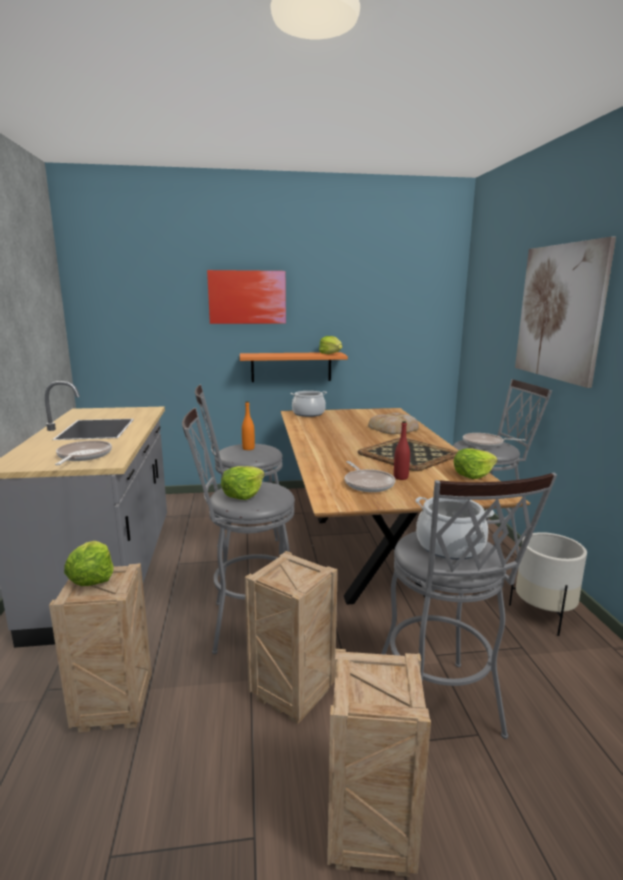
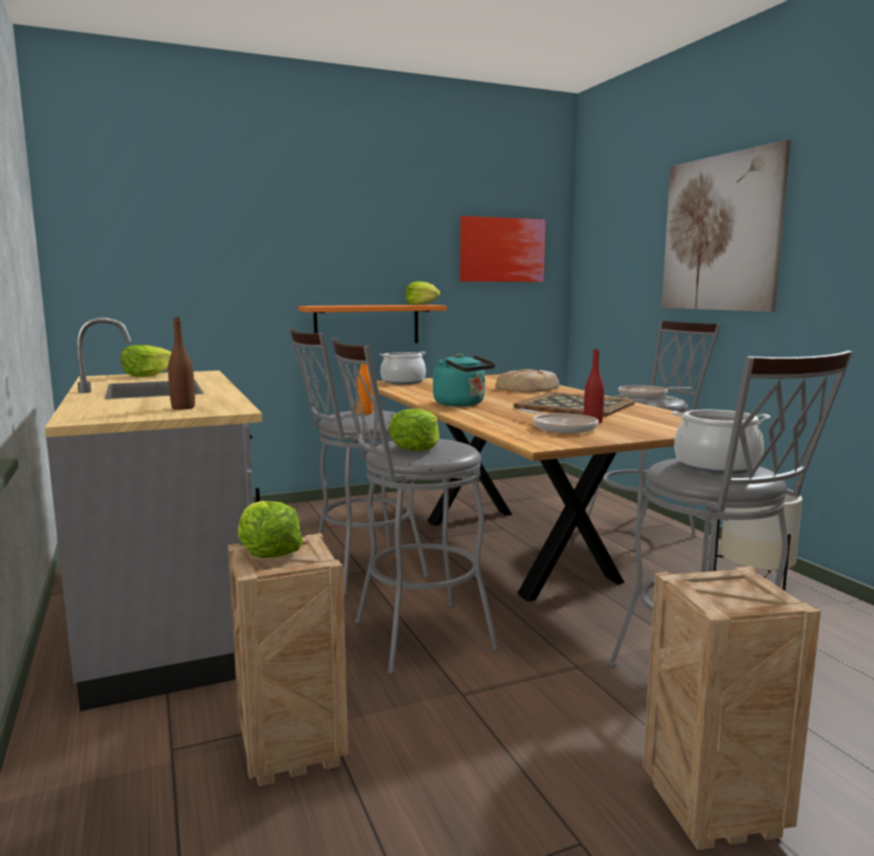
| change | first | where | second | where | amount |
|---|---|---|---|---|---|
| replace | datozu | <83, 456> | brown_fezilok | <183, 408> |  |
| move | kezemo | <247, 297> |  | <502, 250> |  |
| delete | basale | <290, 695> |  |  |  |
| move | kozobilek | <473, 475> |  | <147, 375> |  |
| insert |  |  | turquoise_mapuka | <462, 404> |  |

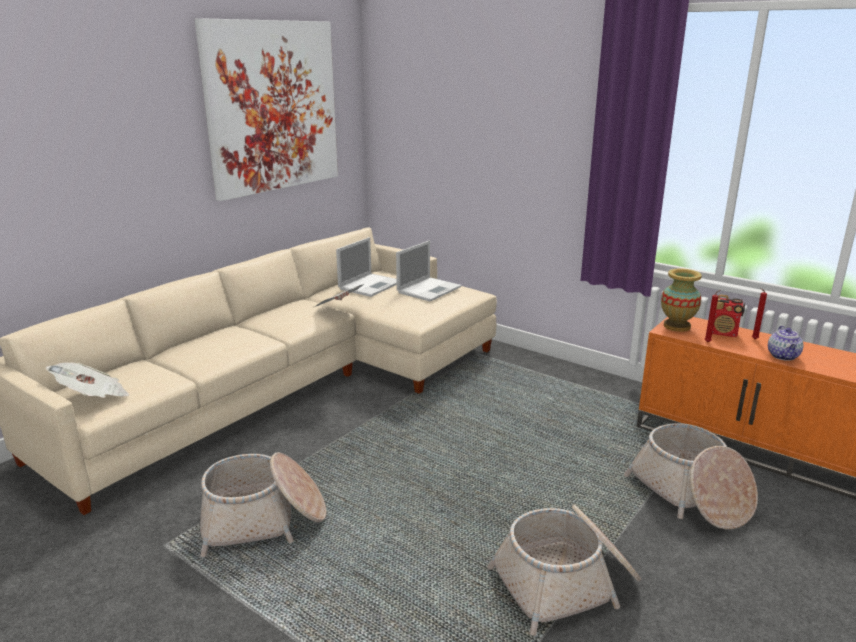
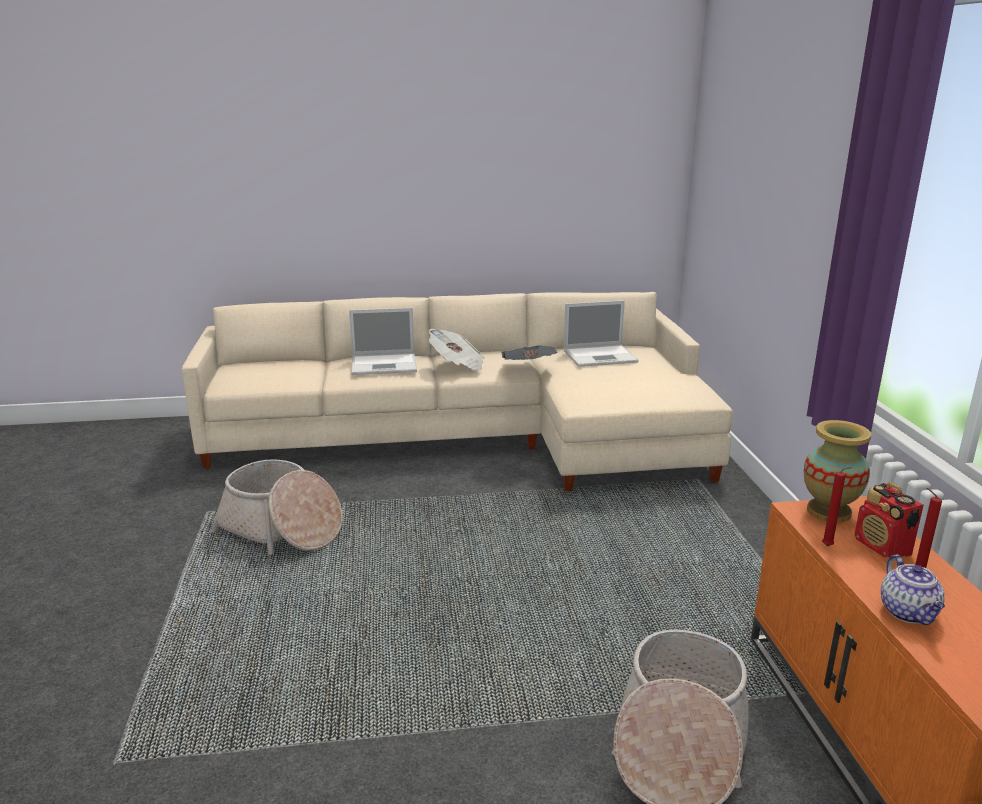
| change | first | where | second | where | amount |
|---|---|---|---|---|---|
| move | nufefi | <93, 397> |  | <458, 365> |  |
| delete | kezemo | <272, 107> |  |  |  |
| move | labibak | <429, 289> |  | <385, 364> |  |
| delete | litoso | <566, 583> |  |  |  |
| rotate | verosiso | <783, 356> |  | <909, 613> | 60 degrees counterclockwise |

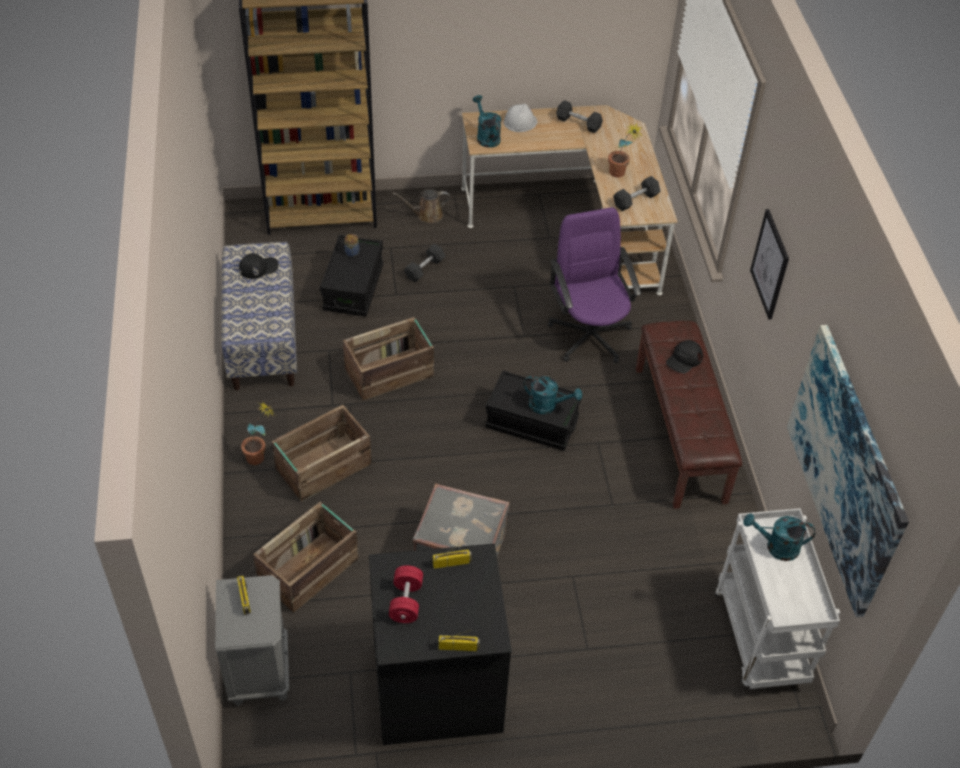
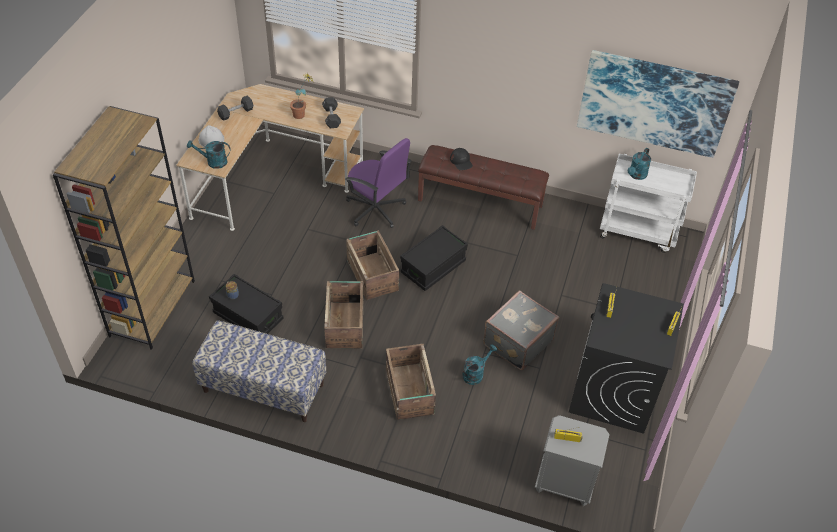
| change | first | where | second | where | amount |
|---|---|---|---|---|---|
| delete | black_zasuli | <258, 268> |  |  |  |
| delete | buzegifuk | <261, 456> |  |  |  |
| move | basale | <310, 569> |  | <372, 274> |  |
| delete | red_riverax | <406, 601> |  |  |  |
| delete | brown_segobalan | <427, 215> |  |  |  |
| delete | black_riverax | <424, 269> |  |  |  |
| move | turquoise_segobalan | <548, 405> |  | <475, 373> |  |
| rotate | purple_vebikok | <589, 335> |  | <376, 209> | 150 degrees counterclockwise |
| delete | kezemo | <770, 264> |  |  |  |

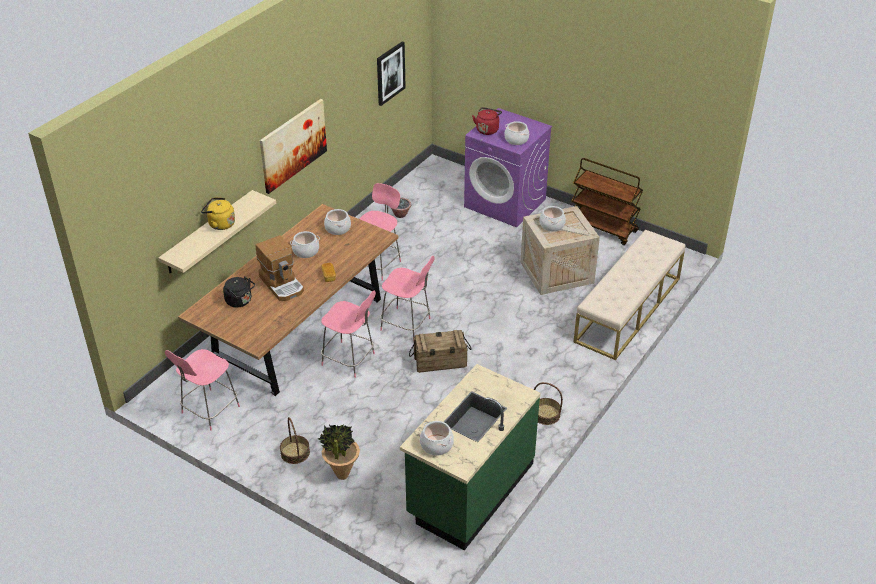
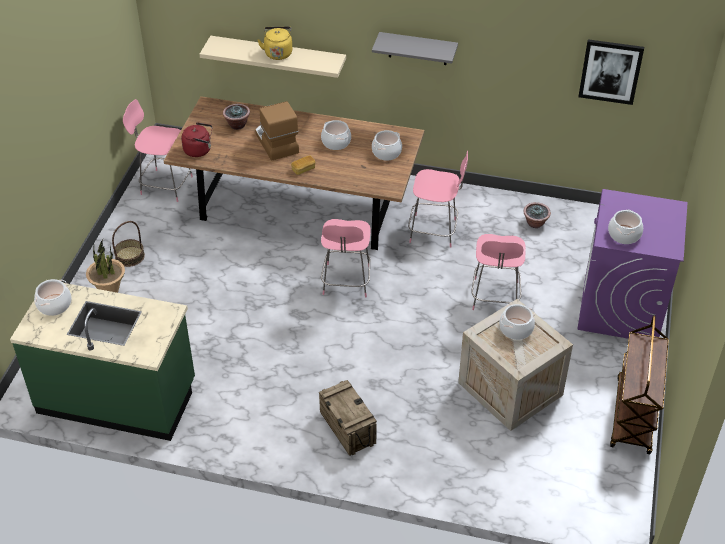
| change | first | where | second | where | amount |
|---|---|---|---|---|---|
| replace | black_mapuka | <240, 301> | buzegifuk | <237, 125> |  |
| rotate | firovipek | <282, 284> |  | <276, 143> | 120 degrees clockwise |
| replace | kezemo | <293, 145> | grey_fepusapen | <418, 48> |  |
| move | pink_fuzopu | <350, 360> |  | <495, 297> |  |
| move | basale | <440, 362> |  | <347, 428> |  |
| move | red_mapuka | <487, 129> |  | <199, 150> |  |
| delete | litoso | <546, 414> |  |  |  |
| delete | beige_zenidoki | <628, 310> |  |  |  |

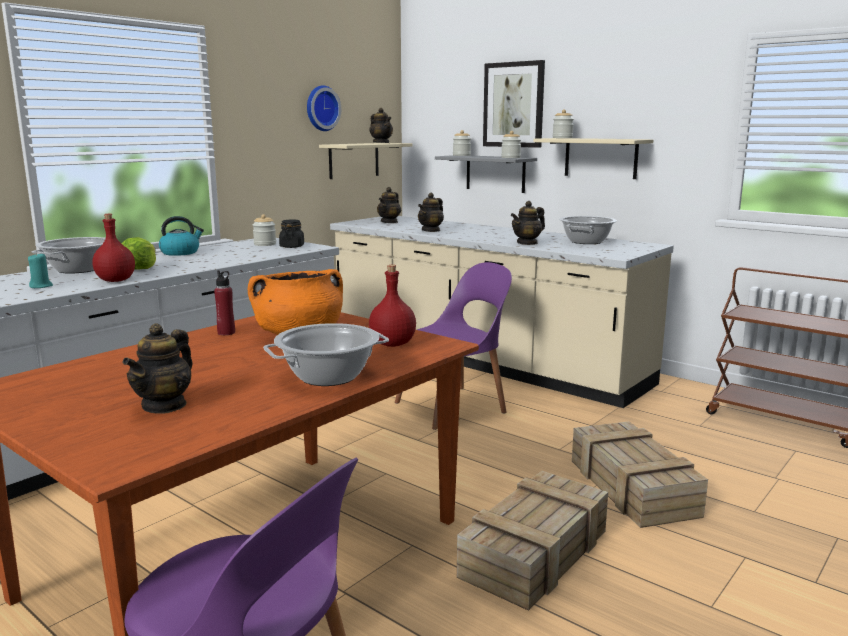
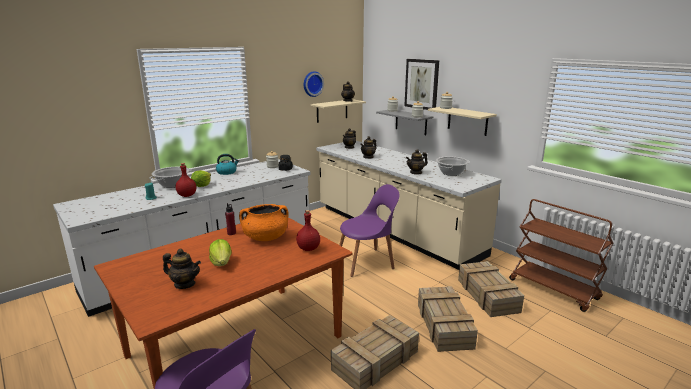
| change | first | where | second | where | amount |
|---|---|---|---|---|---|
| rotate | verosiso | <164, 405> |  | <184, 284> | 105 degrees counterclockwise |
| delete | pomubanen | <328, 377> |  |  |  |
| insert |  |  | kozobilek | <221, 263> |  |
| insert |  |  | basale | <488, 296> |  |

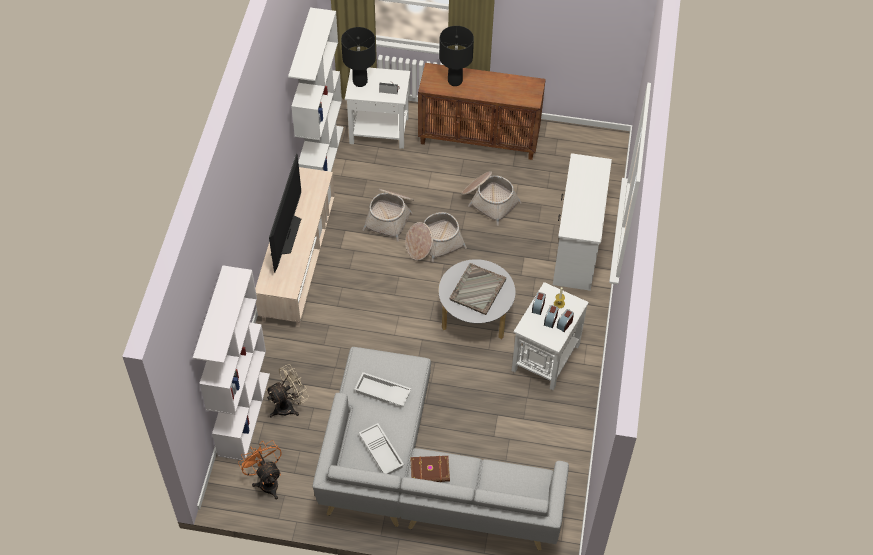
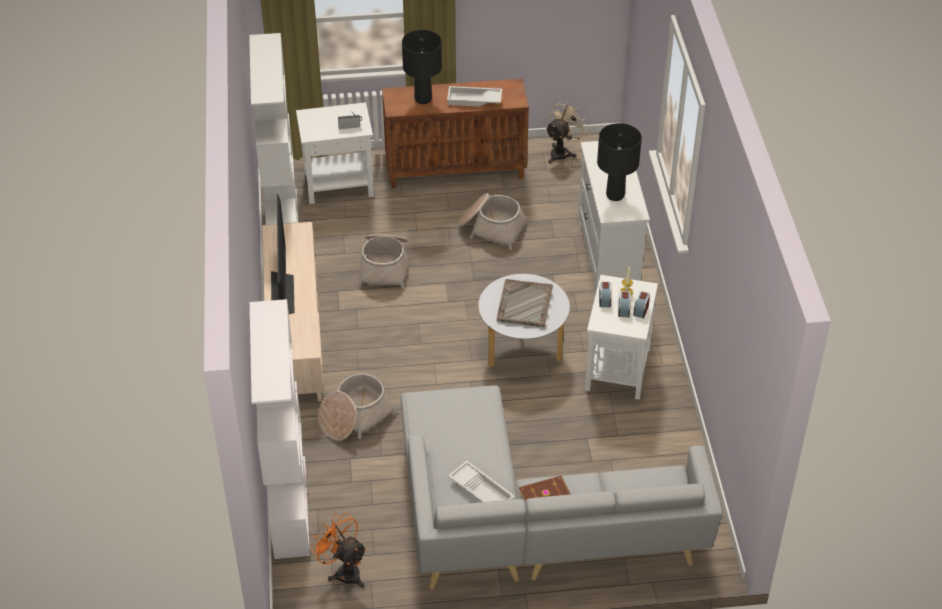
| change | first | where | second | where | amount |
|---|---|---|---|---|---|
| move | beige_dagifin | <289, 406> |  | <562, 152> |  |
| move | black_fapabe | <360, 81> |  | <615, 195> |  |
| move | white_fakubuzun | <382, 393> |  | <474, 100> |  |
| move | litoso | <434, 244> |  | <355, 417> |  |

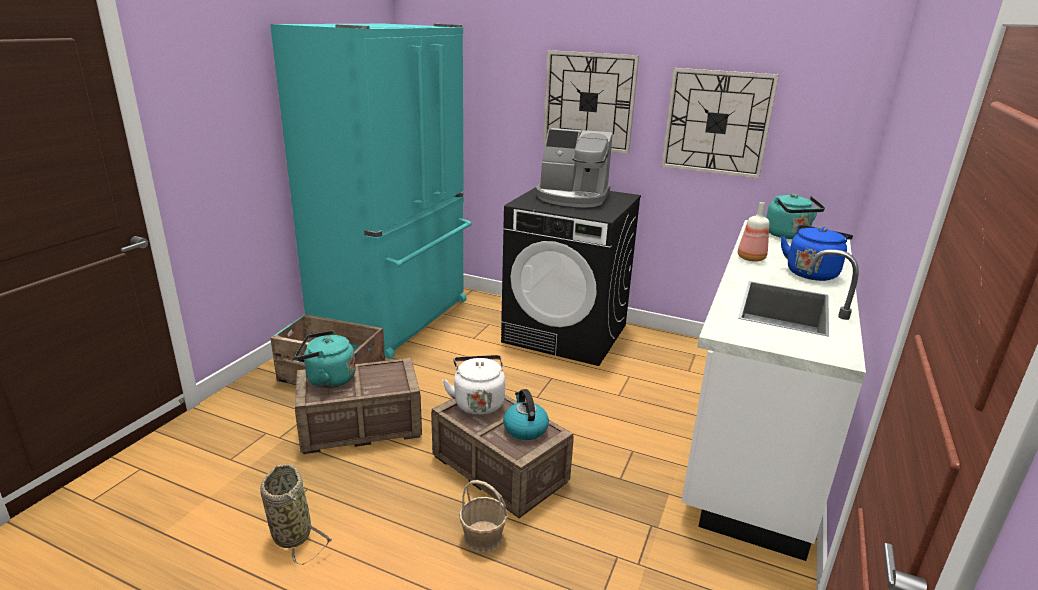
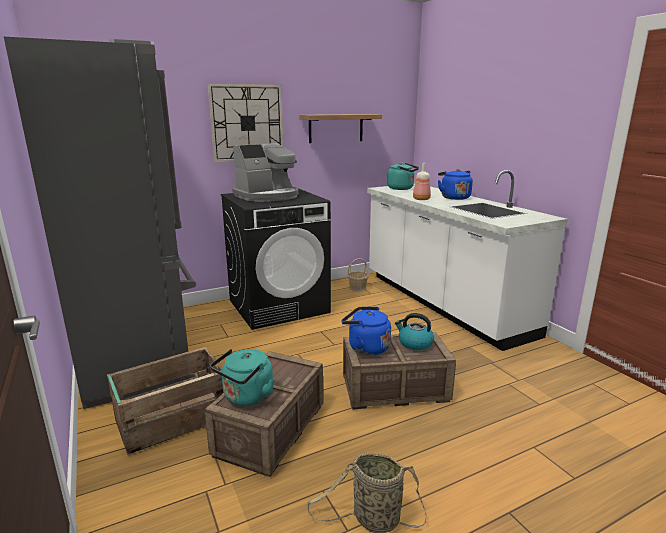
| change | first | where | second | where | amount |
|---|---|---|---|---|---|
| recolor | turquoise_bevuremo | <396, 318> | grey_bevuremo | <139, 355> |  |
| recolor | white_mapuka | <478, 402> | blue_mapuka | <366, 347> |  |
| move | litoso | <483, 538> |  | <358, 287> |  |
| replace | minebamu | <717, 122> | fepusapen | <336, 128> |  |

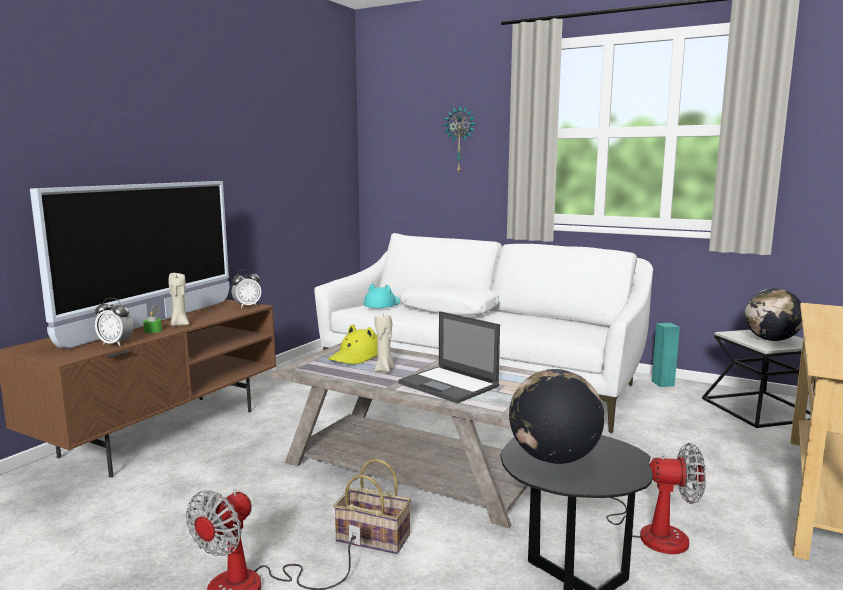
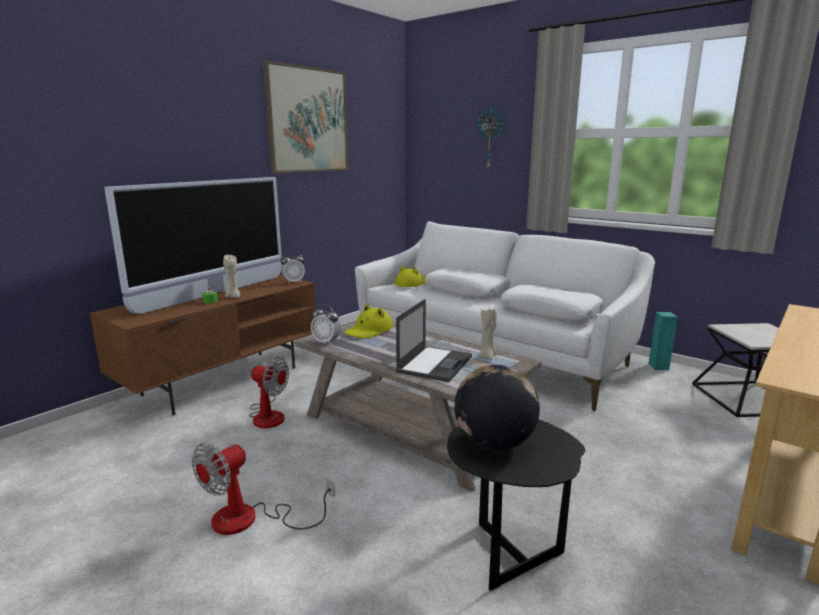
| change | first | where | second | where | amount |
|---|---|---|---|---|---|
| move | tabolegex | <116, 344> |  | <326, 342> |  |
| delete | litoso | <375, 537> |  |  |  |
| recolor | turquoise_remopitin | <382, 304> | yellow_remopitin | <411, 283> |  |
| move | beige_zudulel | <384, 370> |  | <487, 357> |  |
| rotate | labibak | <449, 385> |  | <435, 363> | 120 degrees counterclockwise |
| move | dagifin | <649, 531> |  | <268, 414> |  |
| delete | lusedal | <771, 340> |  |  |  |
| insert |  |  | kezemo | <308, 120> |  |
| insert |  |  | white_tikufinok | <550, 312> |  |

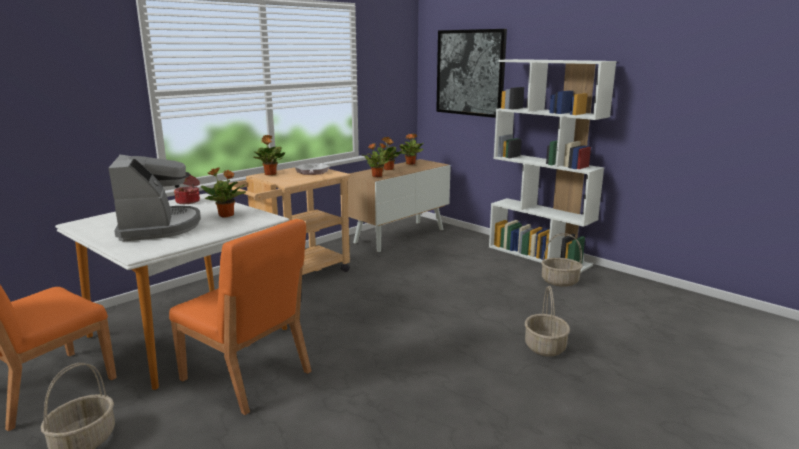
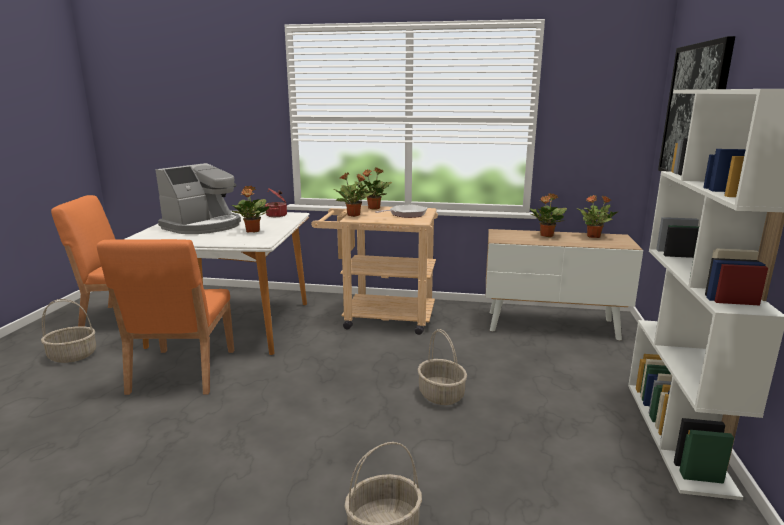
| change | first | where | second | where | amount |
|---|---|---|---|---|---|
| move | buzegifuk | <377, 176> |  | <354, 215> |  |
| move | litoso | <560, 281> |  | <442, 395> |  |

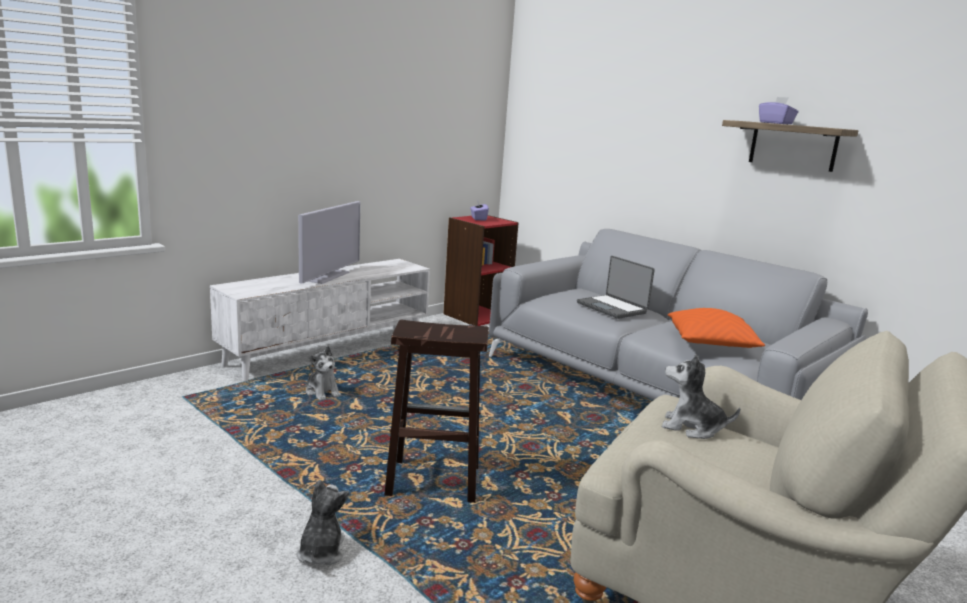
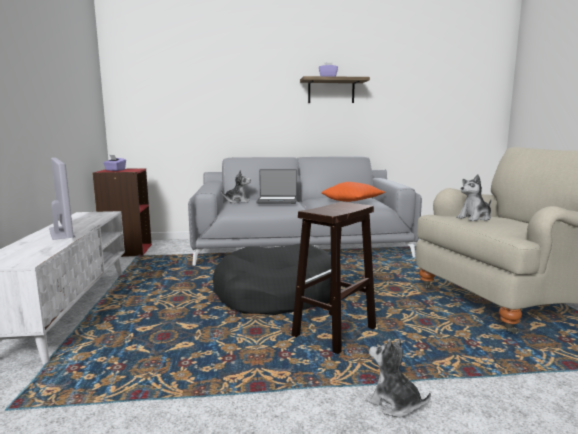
| change | first | where | second | where | amount |
|---|---|---|---|---|---|
| move | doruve | <322, 392> |  | <237, 201> |  |
| insert |  |  | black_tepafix | <277, 295> |  |

